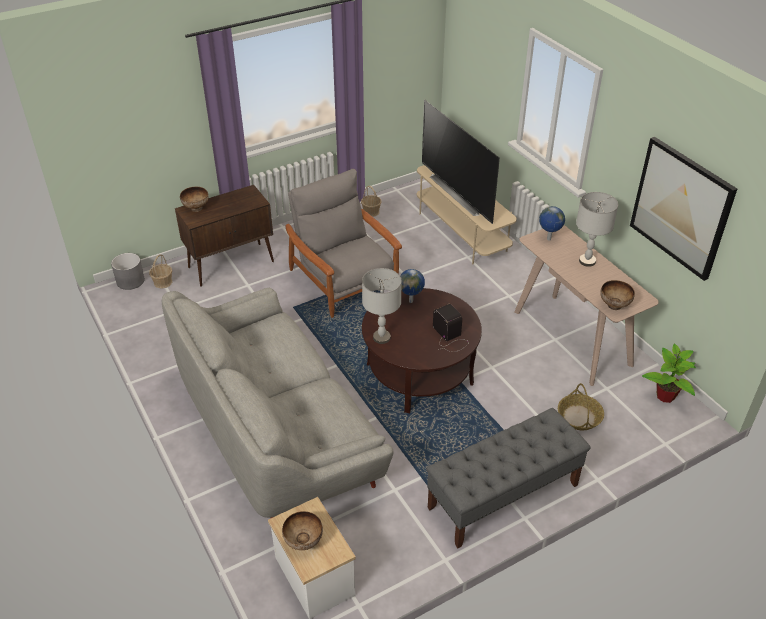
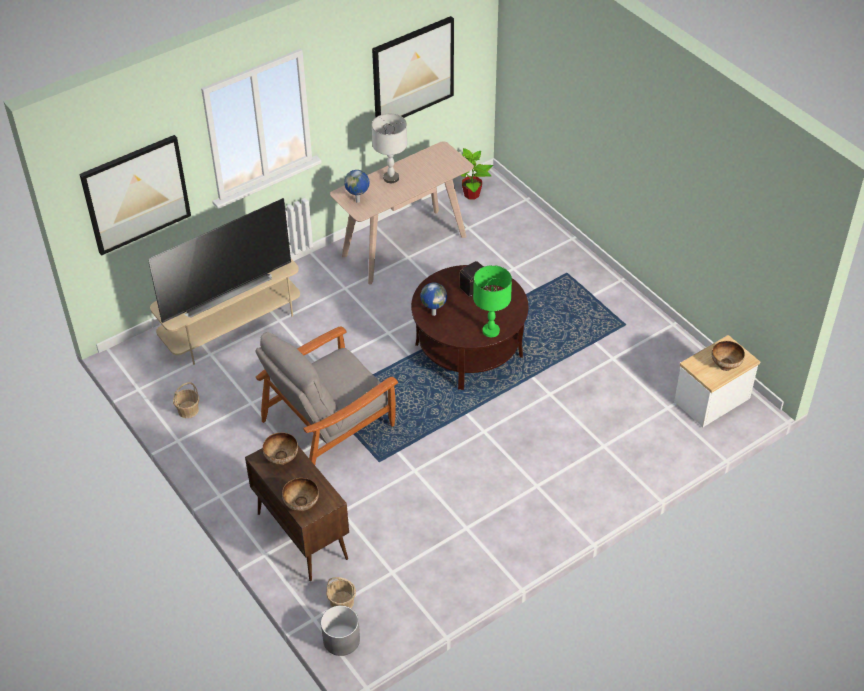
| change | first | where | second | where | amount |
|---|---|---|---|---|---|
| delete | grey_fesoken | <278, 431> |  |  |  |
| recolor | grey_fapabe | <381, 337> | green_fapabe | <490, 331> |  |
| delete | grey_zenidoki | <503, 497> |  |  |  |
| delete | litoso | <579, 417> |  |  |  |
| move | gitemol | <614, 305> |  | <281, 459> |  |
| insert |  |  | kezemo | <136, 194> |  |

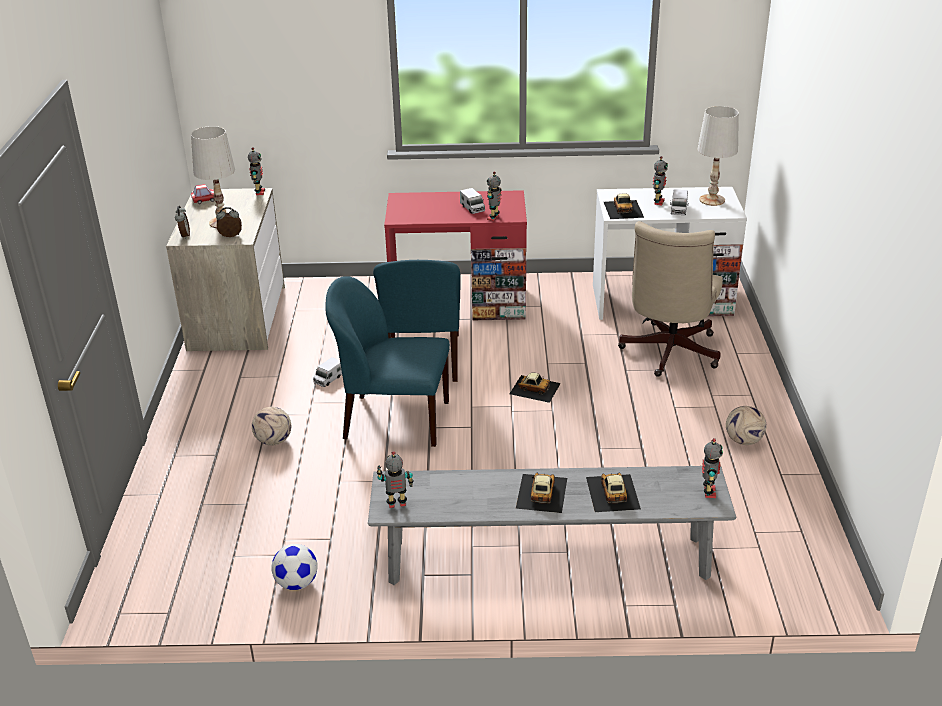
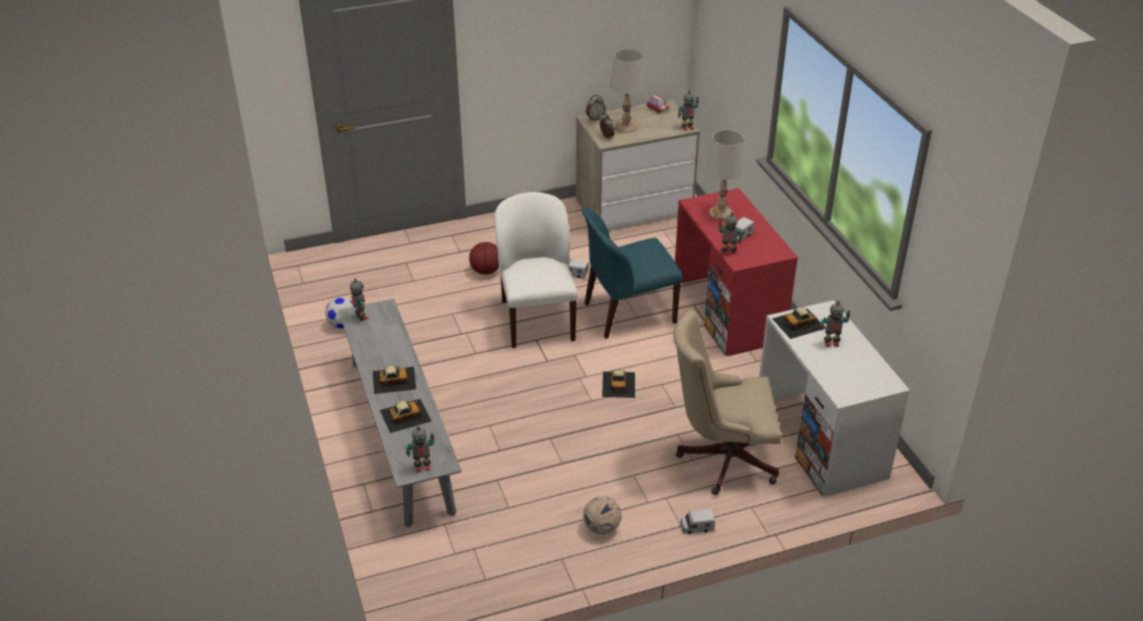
| change | first | where | second | where | amount |
|---|---|---|---|---|---|
| replace | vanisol | <273, 441> | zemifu | <486, 271> |  |
| recolor | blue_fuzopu | <394, 420> | white_fuzopu | <537, 319> |  |
| move | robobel | <678, 210> |  | <697, 527> |  |
| move | white_fapabe | <712, 200> |  | <721, 213> |  |

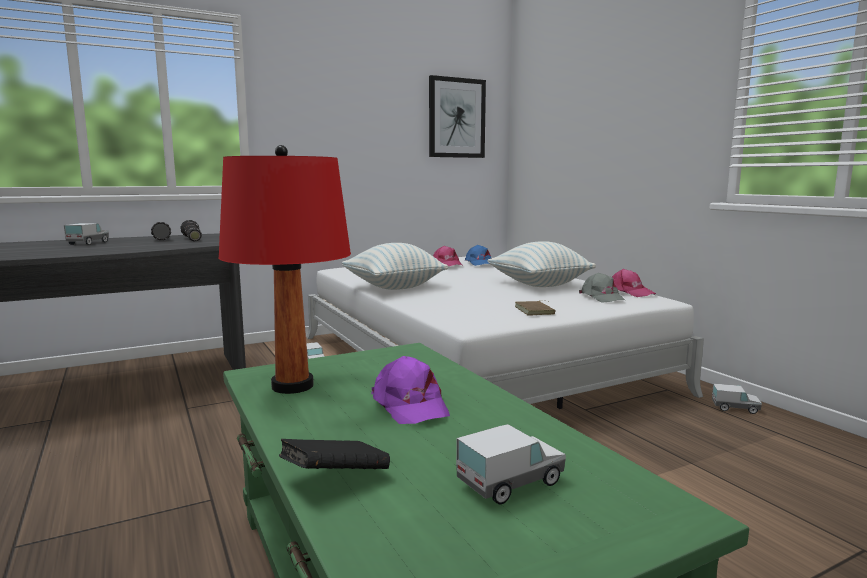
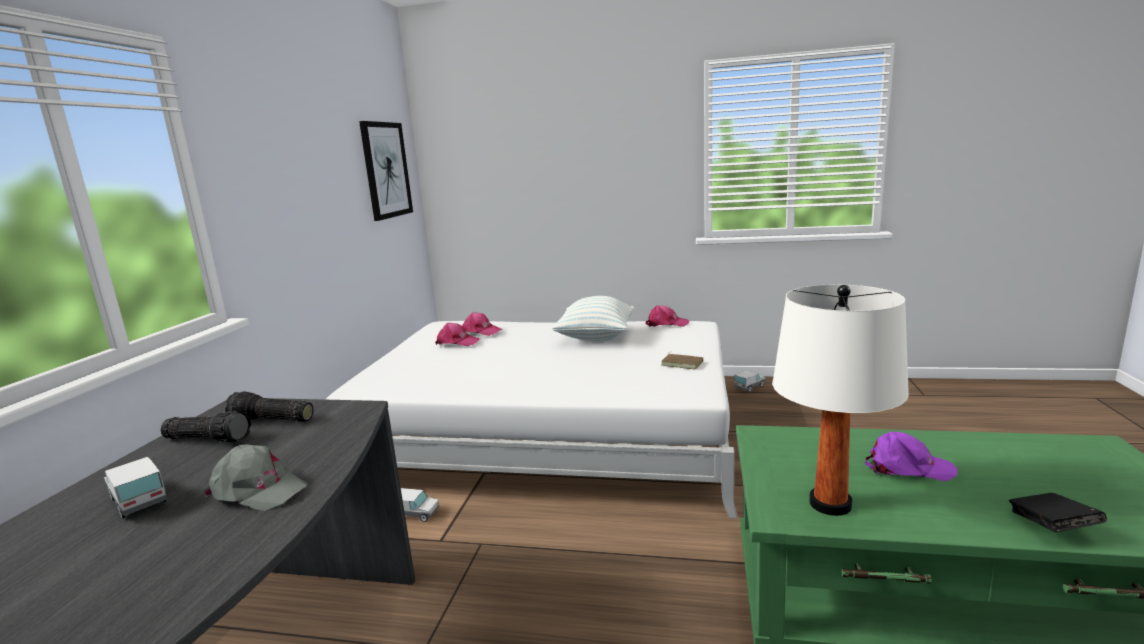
| change | first | where | second | where | amount |
|---|---|---|---|---|---|
| recolor | red_fapabe | <292, 386> | white_fapabe | <830, 504> |  |
| delete | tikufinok | <394, 287> |  |  |  |
| delete | robobel | <510, 483> |  |  |  |
| recolor | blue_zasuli | <479, 263> | pink_zasuli | <481, 331> |  |
| move | grey_zasuli | <602, 297> |  | <258, 490> |  |

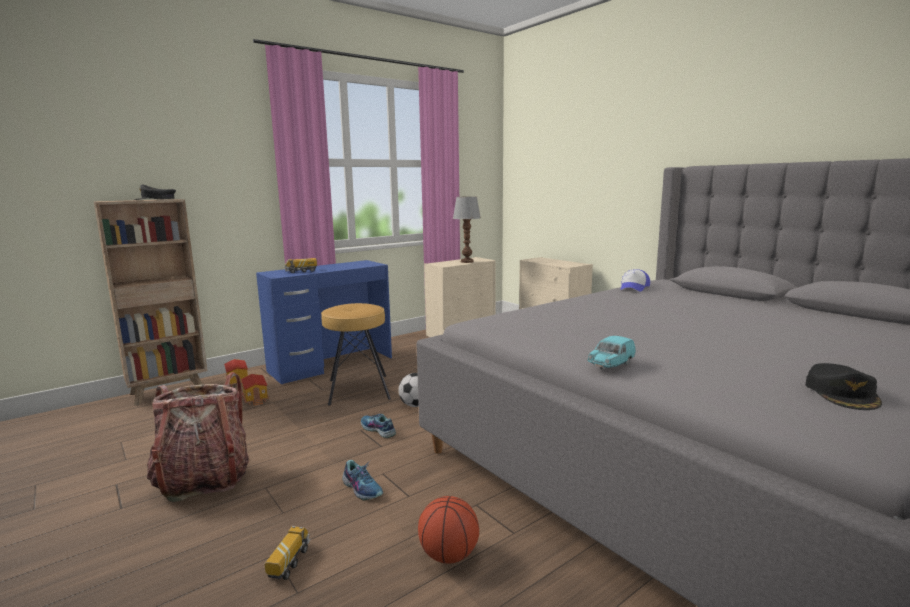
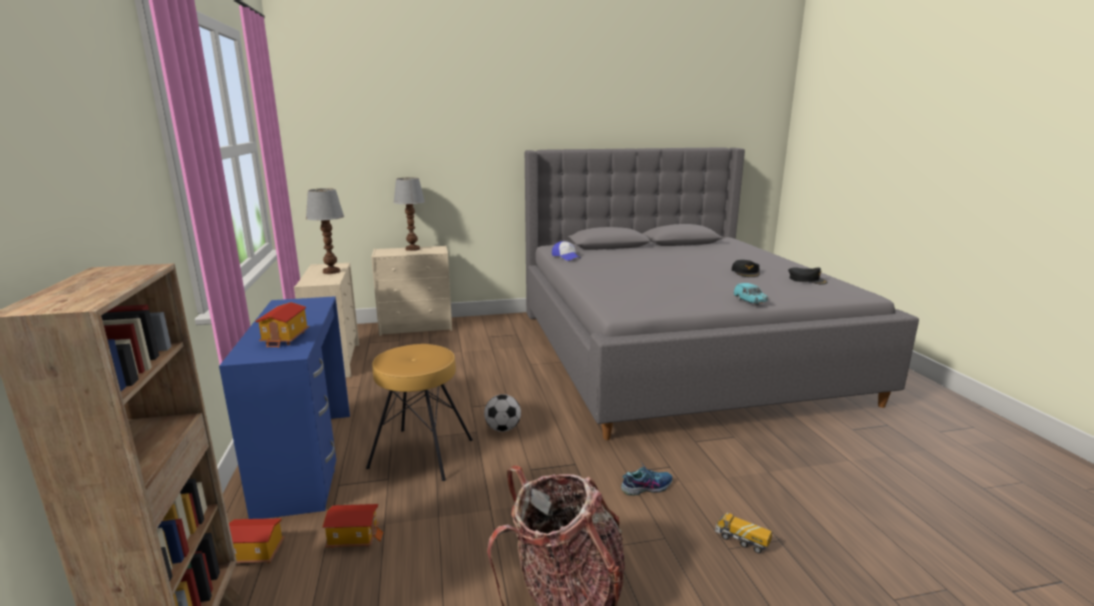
| change | first | where | second | where | amount |
|---|---|---|---|---|---|
| move | black_zasuli | <155, 199> |  | <746, 272> |  |
| replace | robobel | <301, 271> | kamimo | <286, 338> |  |
| delete | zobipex | <377, 430> |  |  |  |
| delete | zemifu | <449, 556> |  |  |  |
| insert |  |  | fapabe | <412, 249> |  |

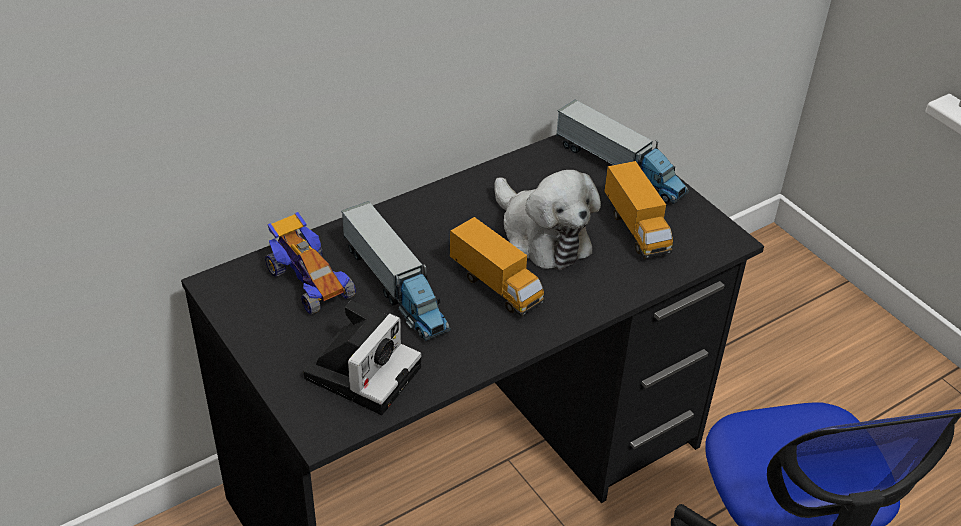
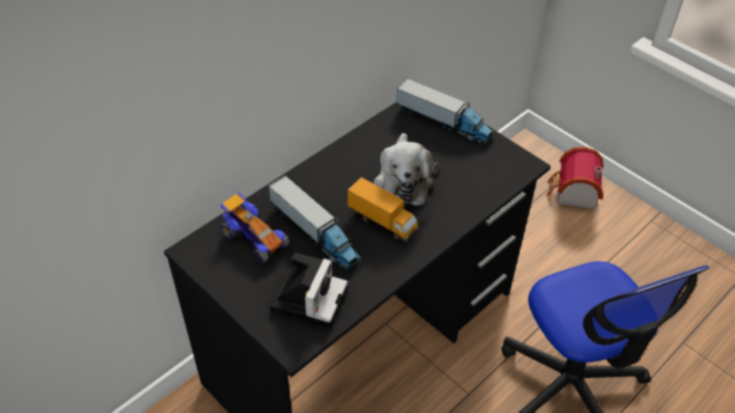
| change | first | where | second | where | amount |
|---|---|---|---|---|---|
| rotate | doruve | <541, 236> |  | <403, 180> | 45 degrees clockwise |
| delete | robobel | <636, 229> |  |  |  |
| insert |  |  | kamimo | <573, 193> |  |

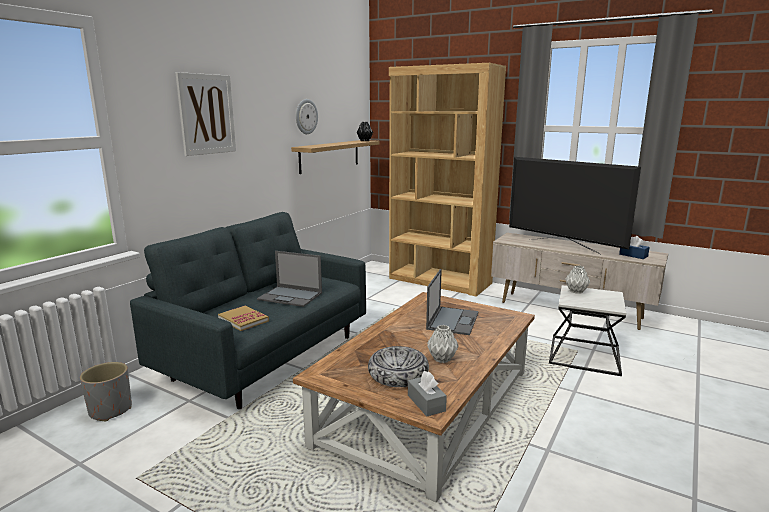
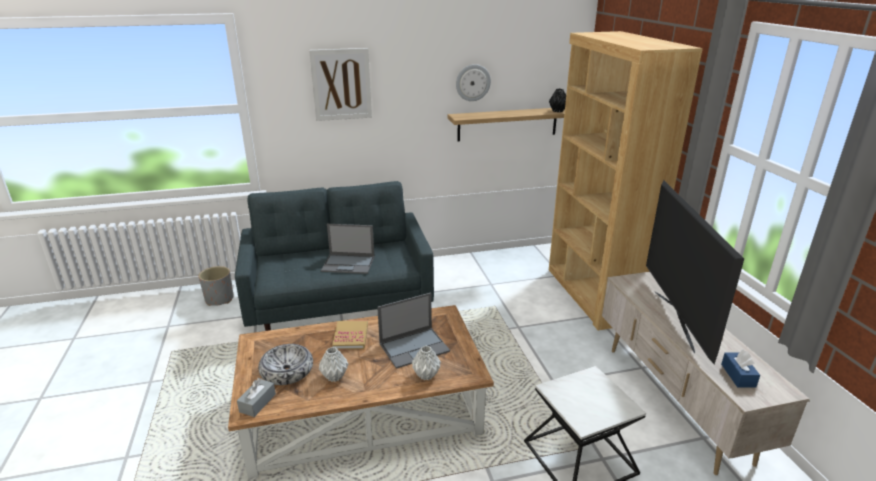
| change | first | where | second | where | amount |
|---|---|---|---|---|---|
| move | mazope | <243, 320> |  | <350, 336> |  |
| rotate | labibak | <291, 296> |  | <349, 264> | 60 degrees counterclockwise |
| move | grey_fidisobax | <575, 291> |  | <425, 375> |  |

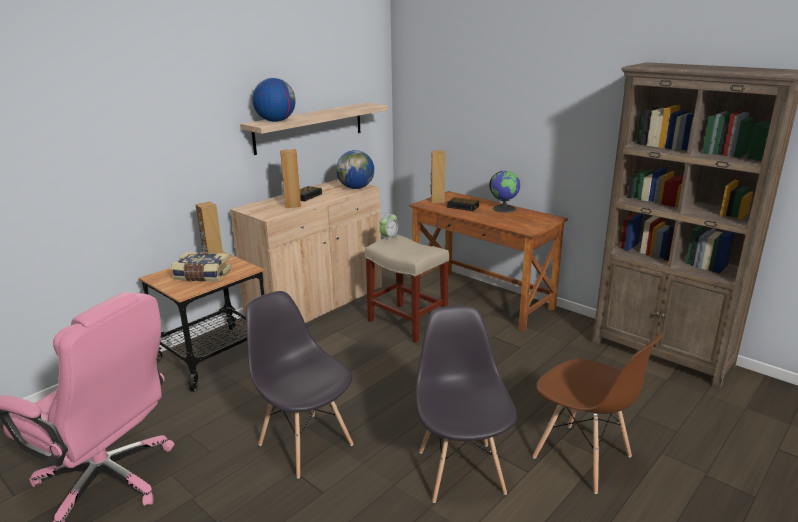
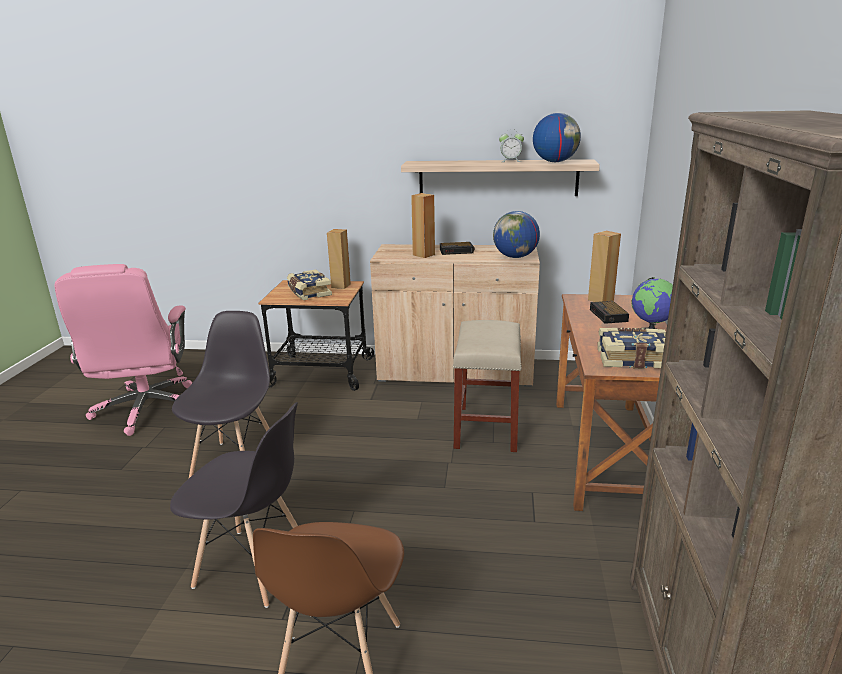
| change | first | where | second | where | amount |
|---|---|---|---|---|---|
| move | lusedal | <275, 121> |  | <555, 162> |  |
| move | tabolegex | <389, 238> |  | <510, 161> |  |
| rotate | grey_fuzopu | <461, 470> |  | <253, 567> | 60 degrees clockwise |
| insert |  |  | mazope | <632, 358> |  |

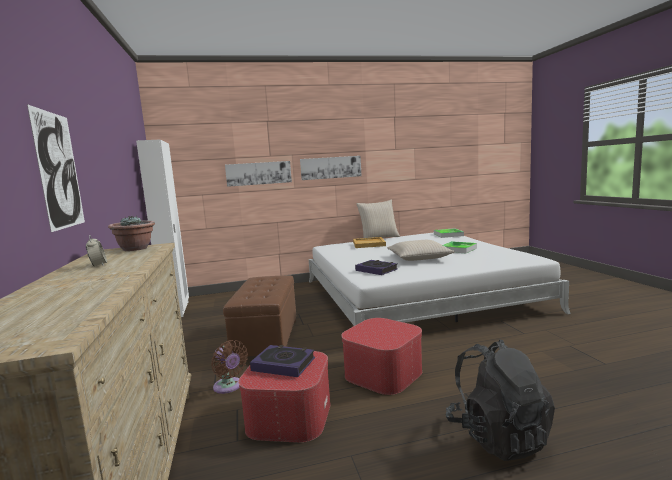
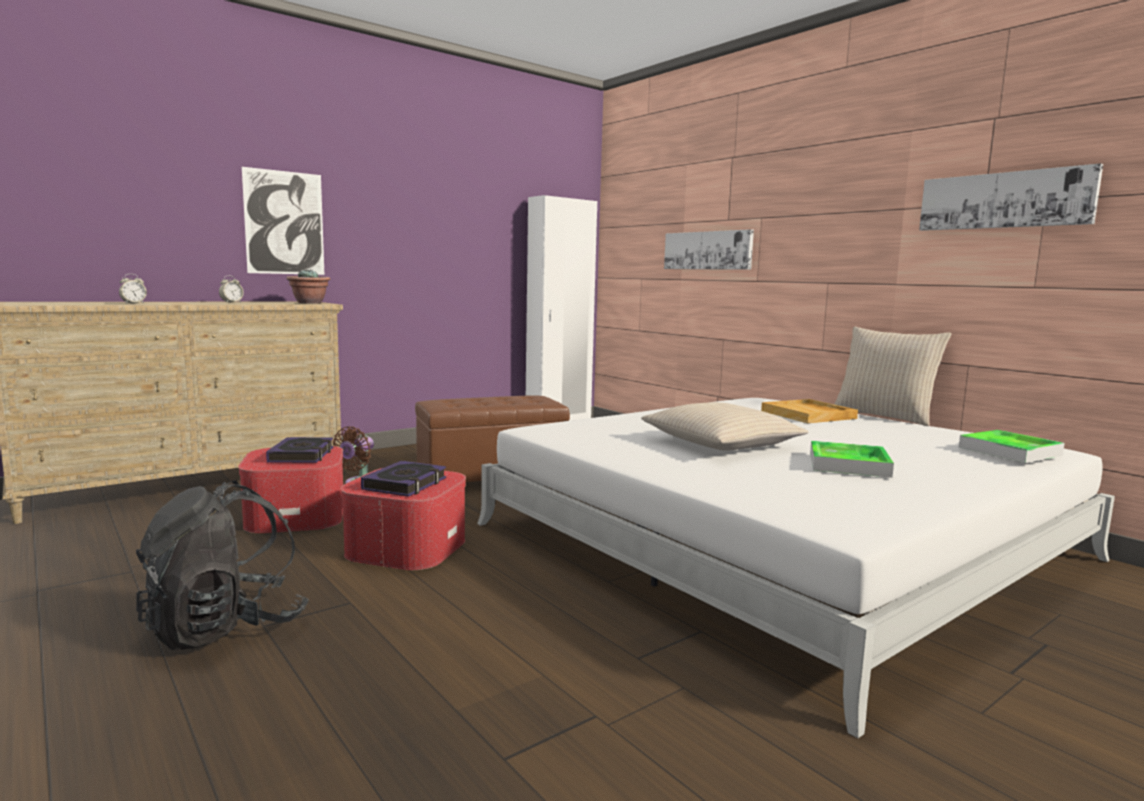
| change | first | where | second | where | amount |
|---|---|---|---|---|---|
| move | kezemo | <330, 167> |  | <1004, 200> |  |
| move | mazope | <376, 270> |  | <405, 484> |  |
| insert |  |  | tabolegex | <133, 303> |  |

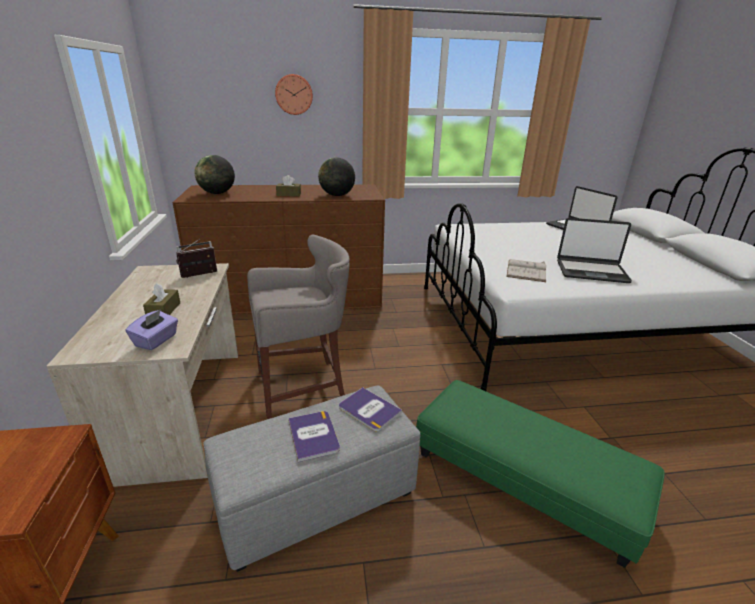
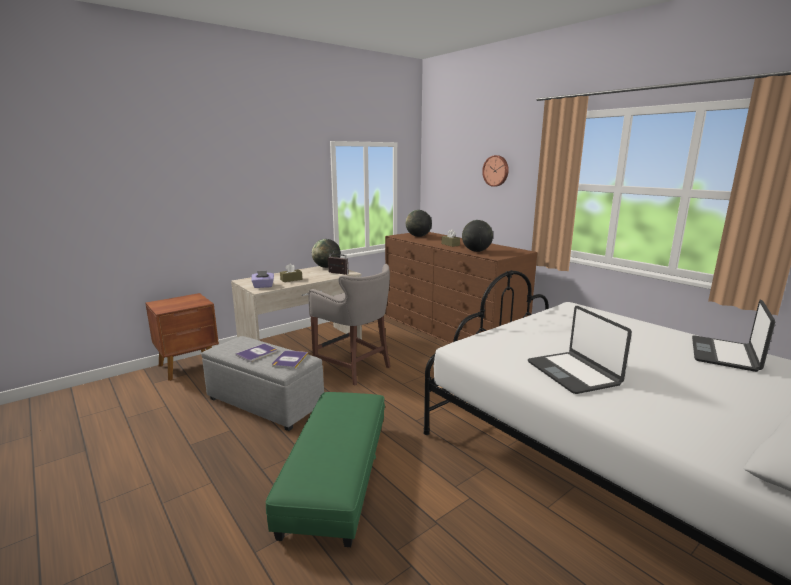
| change | first | where | second | where | amount |
|---|---|---|---|---|---|
| delete | white_mazope | <526, 270> |  |  |  |
| insert |  |  | lusedal | <326, 267> |  |

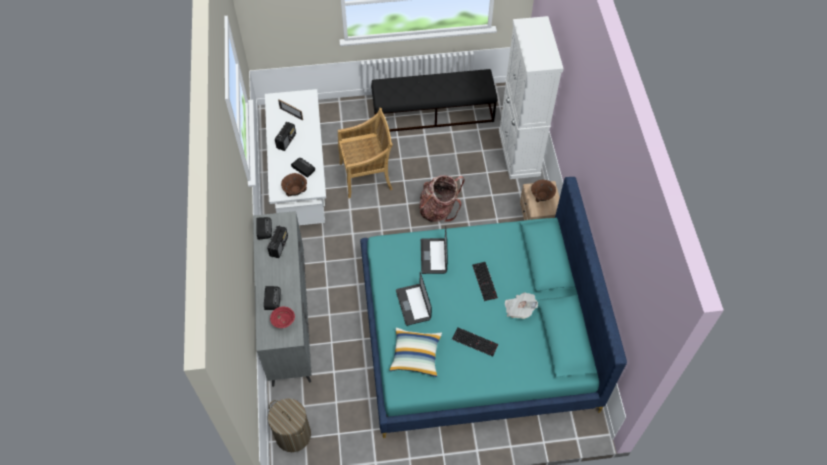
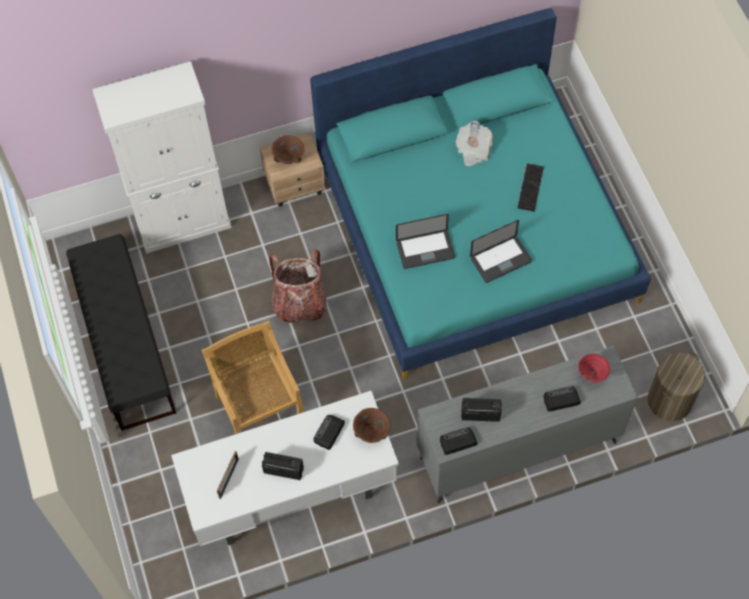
| change | first | where | second | where | amount |
|---|---|---|---|---|---|
| delete | tikufinok | <416, 355> |  |  |  |
| delete | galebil | <485, 281> |  |  |  |

